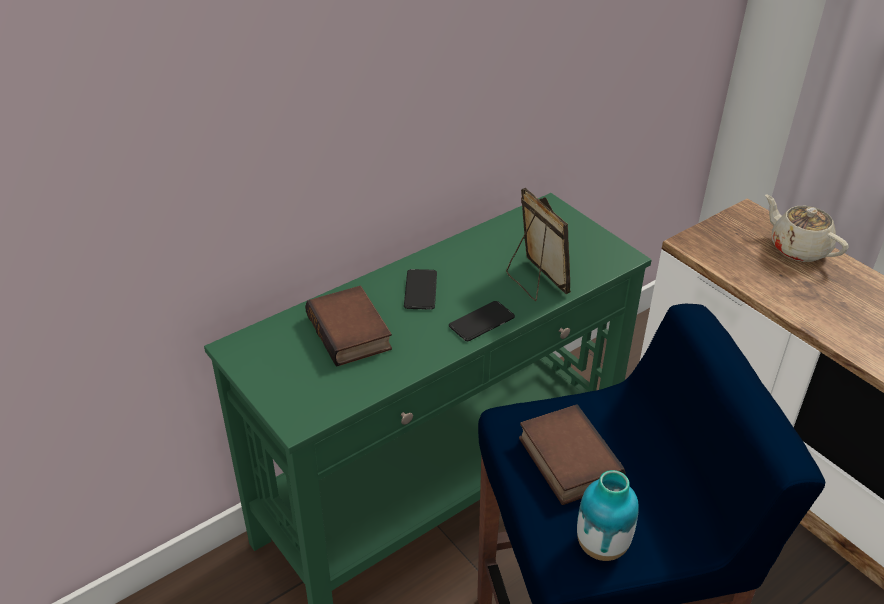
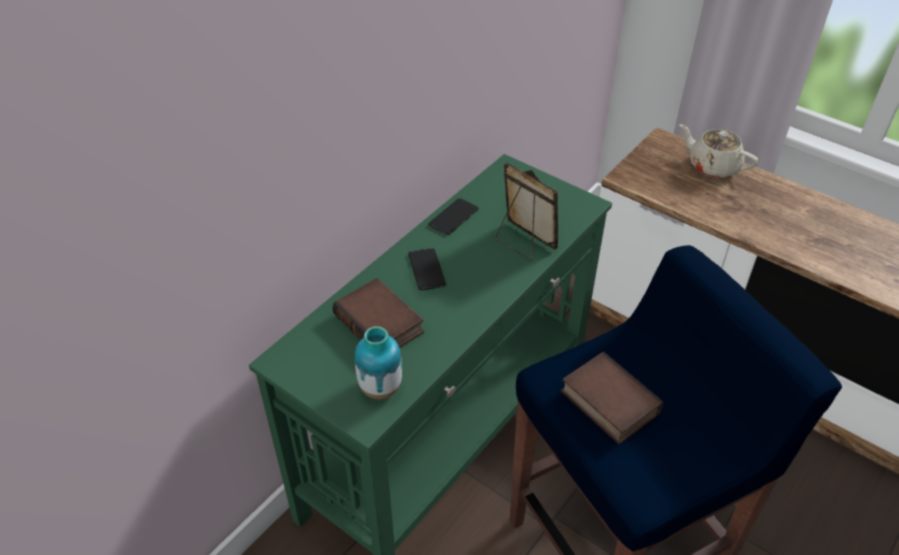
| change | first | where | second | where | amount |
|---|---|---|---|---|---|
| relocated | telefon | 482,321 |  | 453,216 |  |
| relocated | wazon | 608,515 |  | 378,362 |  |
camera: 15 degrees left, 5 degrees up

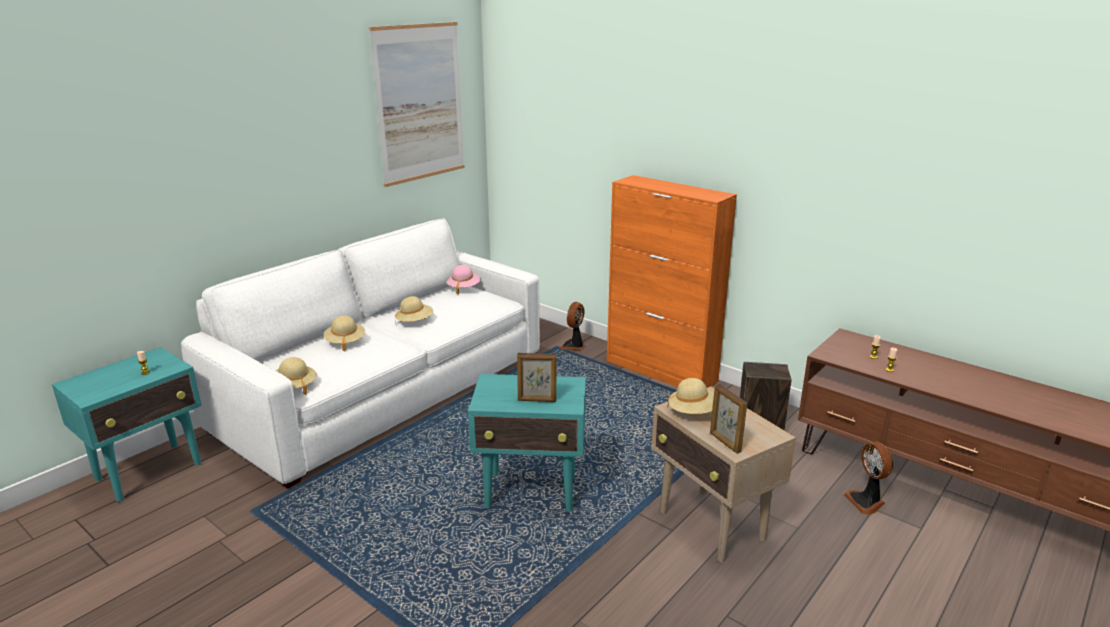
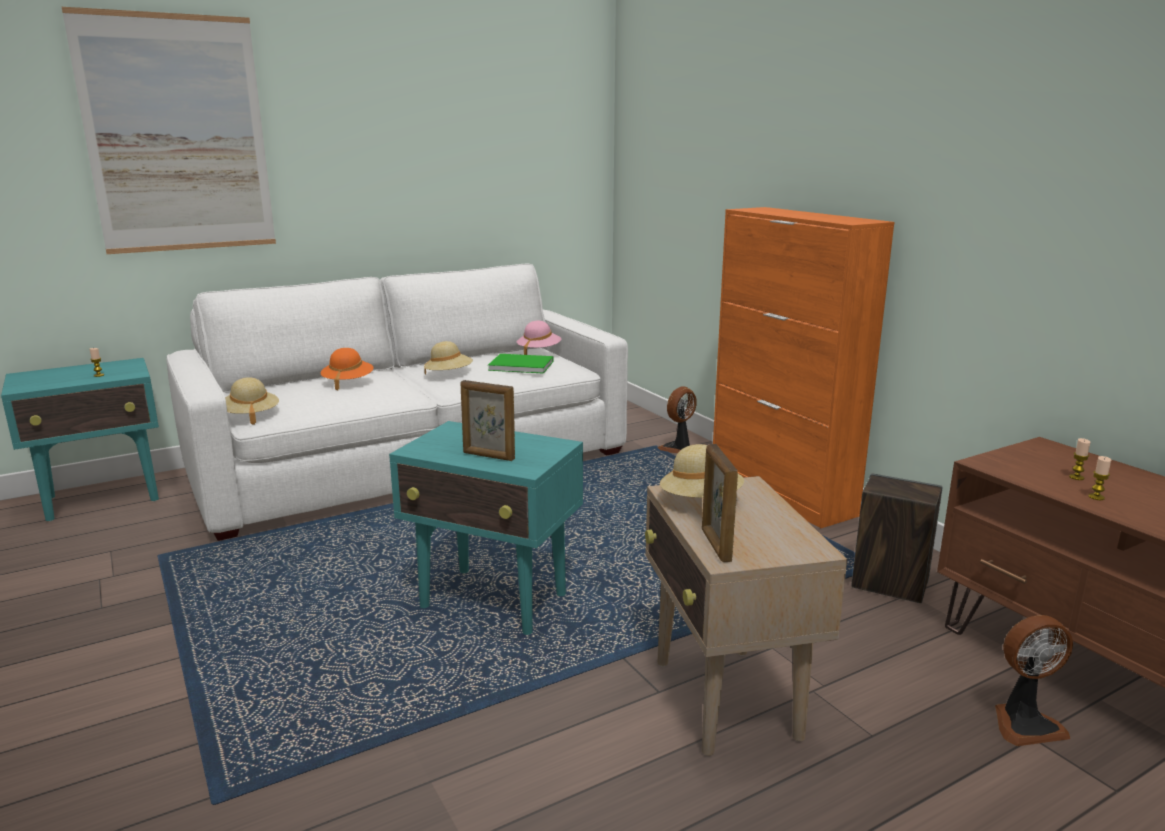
| change | first | where | second | where | amount |
|---|---|---|---|---|---|
| appeared |  |  | książka [zielony] | 521,364 |  |
| relocated | obraz | 417,104 |  | 169,130 |  |
| colour | kapelusz [beżowy] | 344,333 | kapelusz [pomarańczowy] | 347,369 |  |
| spun | wentylator | 868,478 |  | 1034,680 | 105 degrees counterclockwise |
camera: 20 degrees right, 5 degrees down

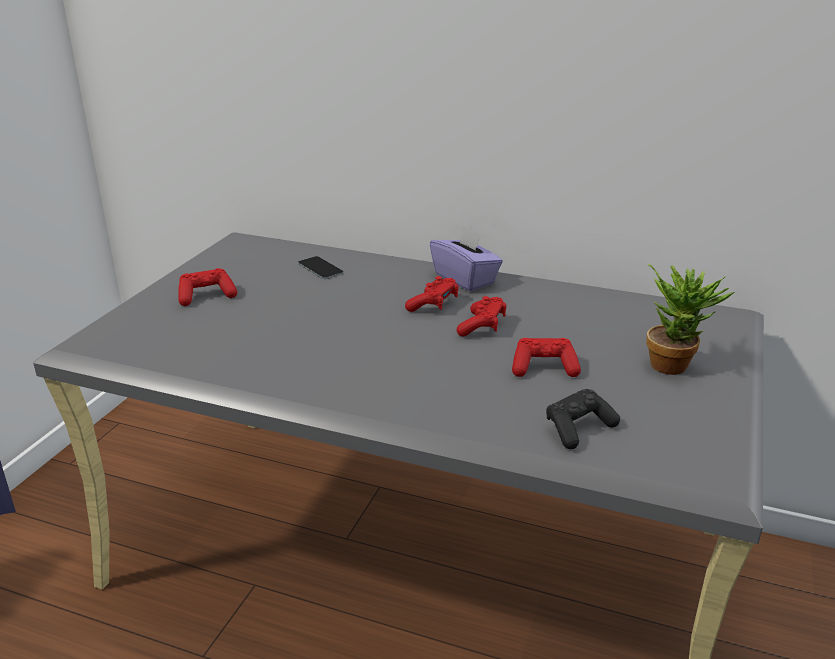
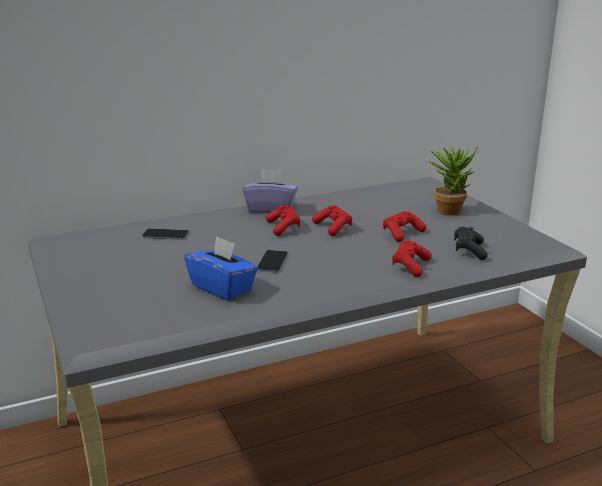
| change | first | where | second | where | amount |
|---|---|---|---|---|---|
| appeared |  |  | pudełko chusteczek [niebieski] | 221,268 |  |
| appeared |  |  | telefon | 272,261 |  |
| relocated | pad do gier [czerwony] | 207,287 |  | 412,258 |  |
camera: 45 degrees left, 5 degrees down

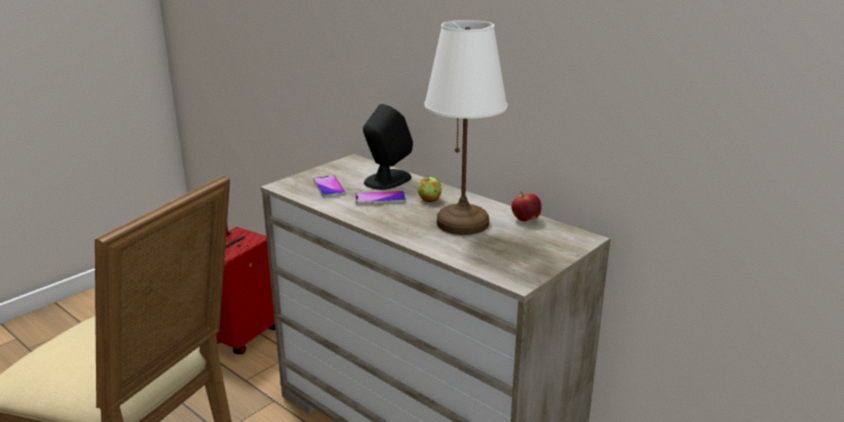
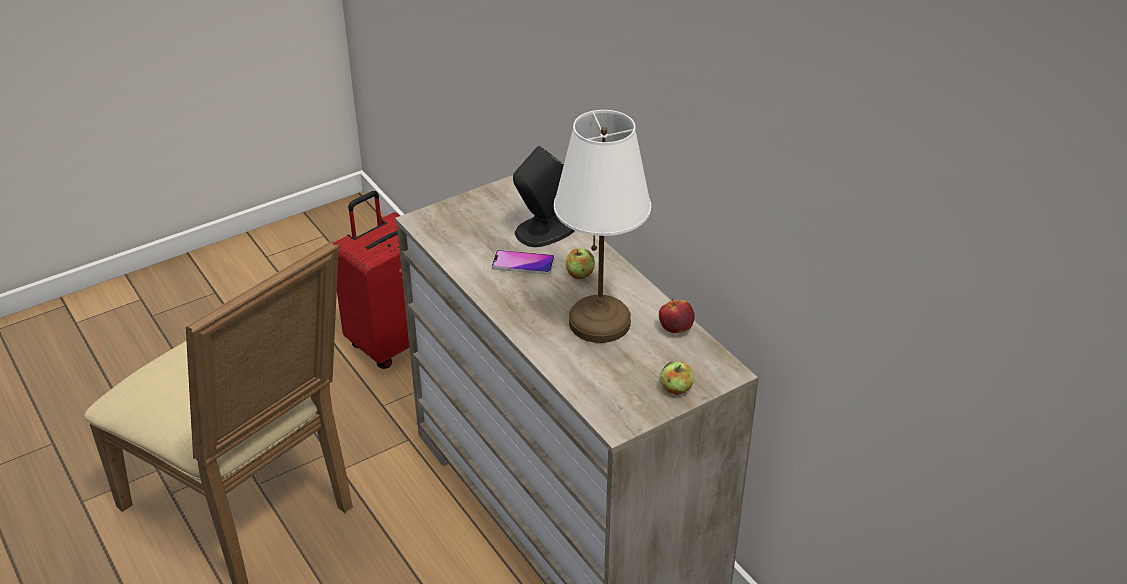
| change | first | where | second | where | amount |
|---|---|---|---|---|---|
| missing | telefon | 329,186 |  |  |  |
| appeared |  |  | jabłko | 677,378 |  |
camera: 15 degrees right, 15 degrees up

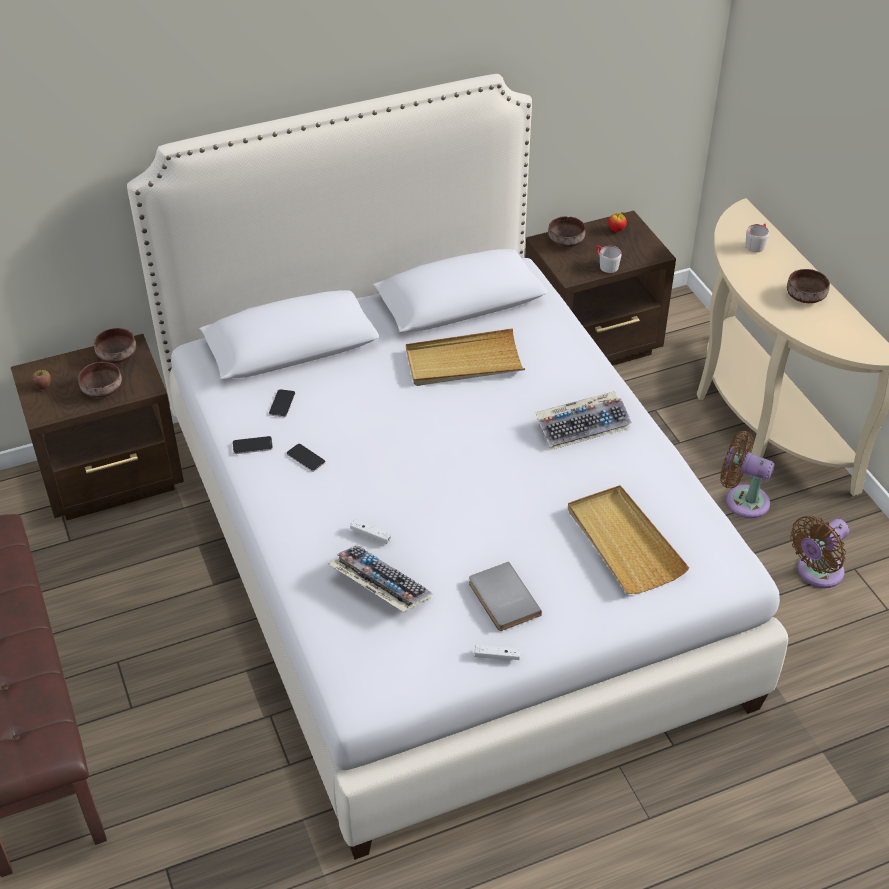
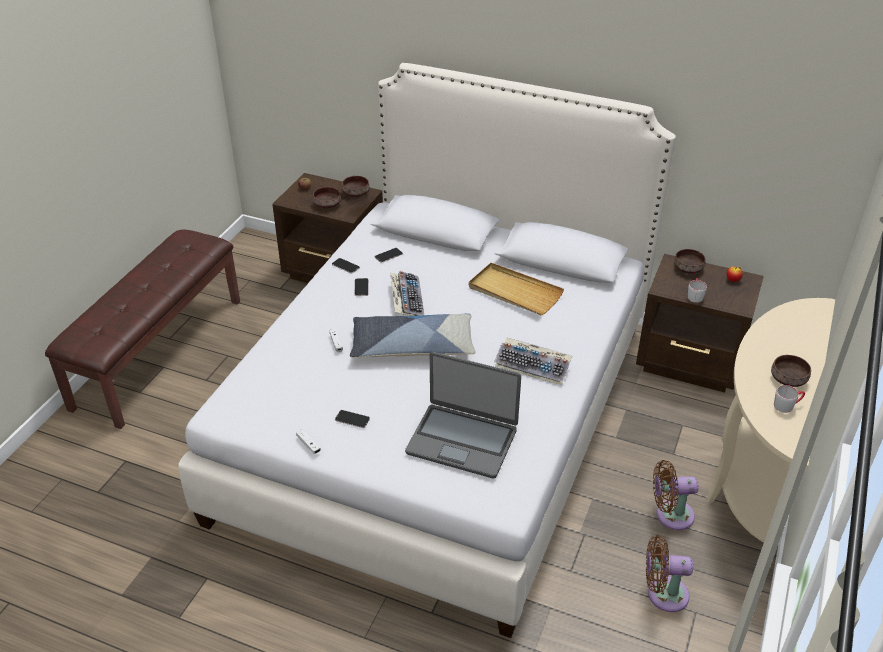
| change | first | where | second | where | amount |
|---|---|---|---|---|---|
| appeared |  |  | poduszka | 413,335 |  |
| relocated | klawiatura | 381,578 |  | 407,293 |  |
| relocated | kubek [szary] | 757,238 |  | 789,399 |  |
| exchanged | książka [szary] | 505,596 | telefon | 352,419 |  |
| exchanged | taca [beżowy] | 628,539 | laptop | 463,415 |  |
| spun | wentylator [brązowy] | 747,474 |  | 676,495 | 75 degrees counterclockwise |
camera: 45 degrees right, 5 degrees down

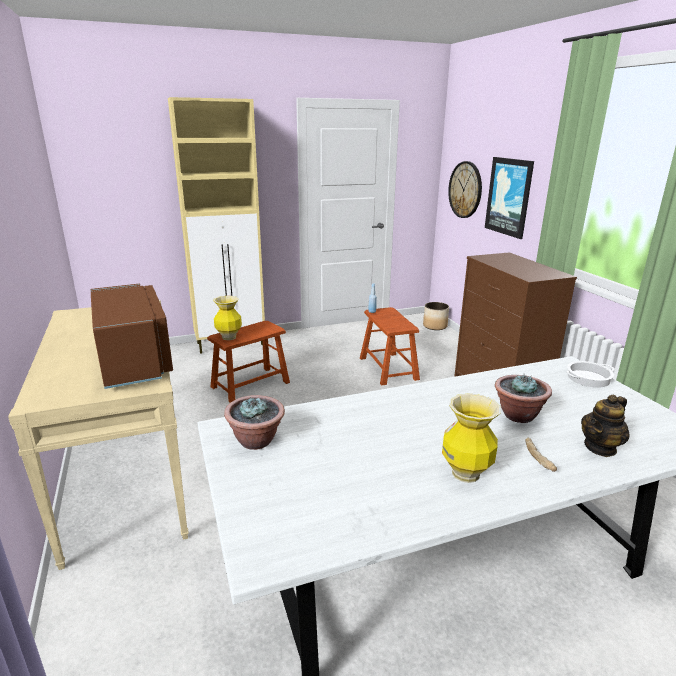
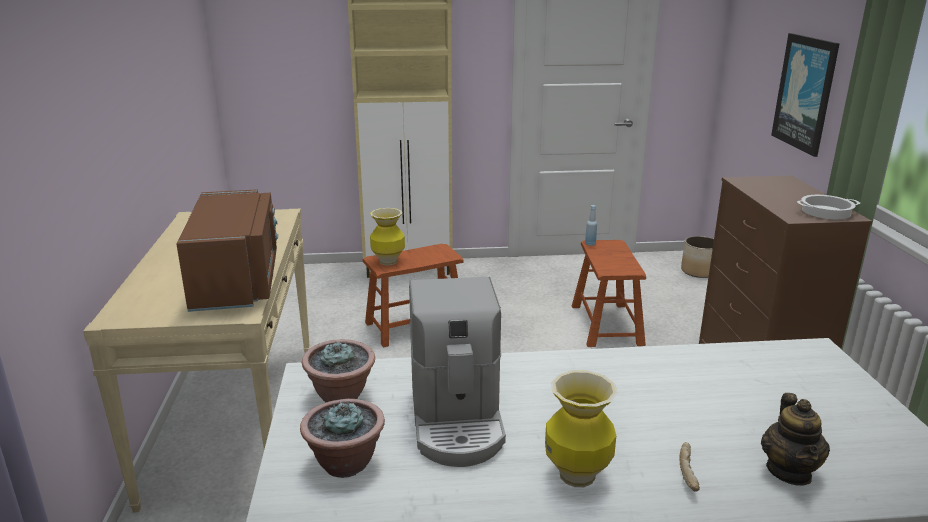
| change | first | where | second | where | amount |
|---|---|---|---|---|---|
| missing | zegar ścienny | 465,189 |  |  |  |
| appeared |  |  | ekspres do kawy | 457,372 |  |
| relocated | roślina doniczkowa | 523,398 |  | 342,438 |  |
| relocated | garnek | 590,374 |  | 828,207 |  |
| spun | imbryk | 605,425 |  | 795,439 | 60 degrees counterclockwise |
camera: 15 degrees right, 0 degrees up

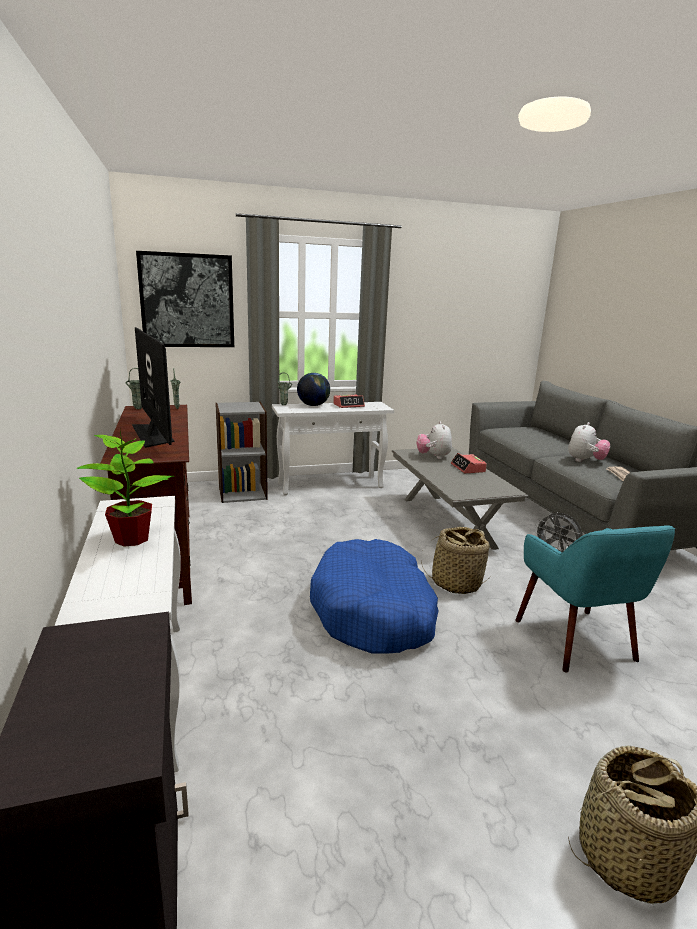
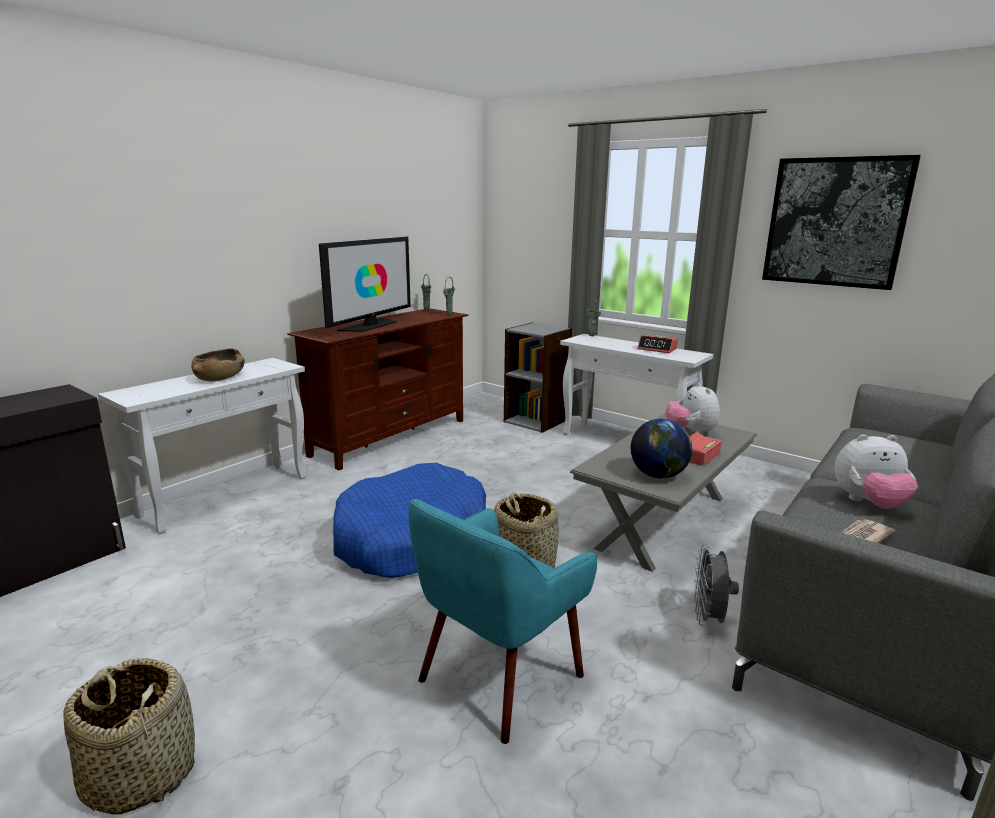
| change | first | where | second | where | amount |
|---|---|---|---|---|---|
| relocated | obraz | 185,299 |  | 841,222 |  |
| relocated | globus | 313,389 |  | 661,448 |  |
| exchanged | roślina doniczkowa | 125,486 | miska [brązowy] | 218,364 |  |
| spun | pluszak | 434,440 |  | 693,409 | 60 degrees counterclockwise |
camera: 55 degrees right, 0 degrees up

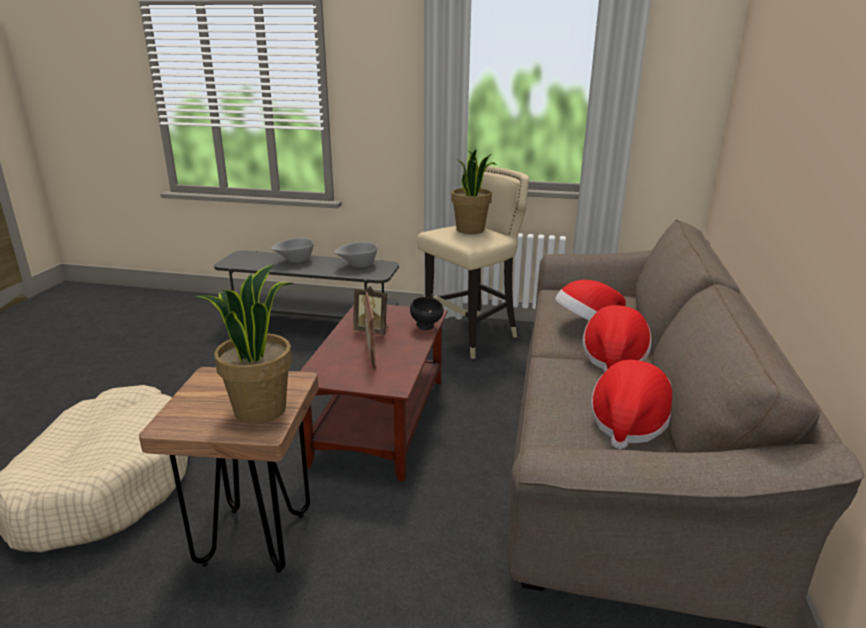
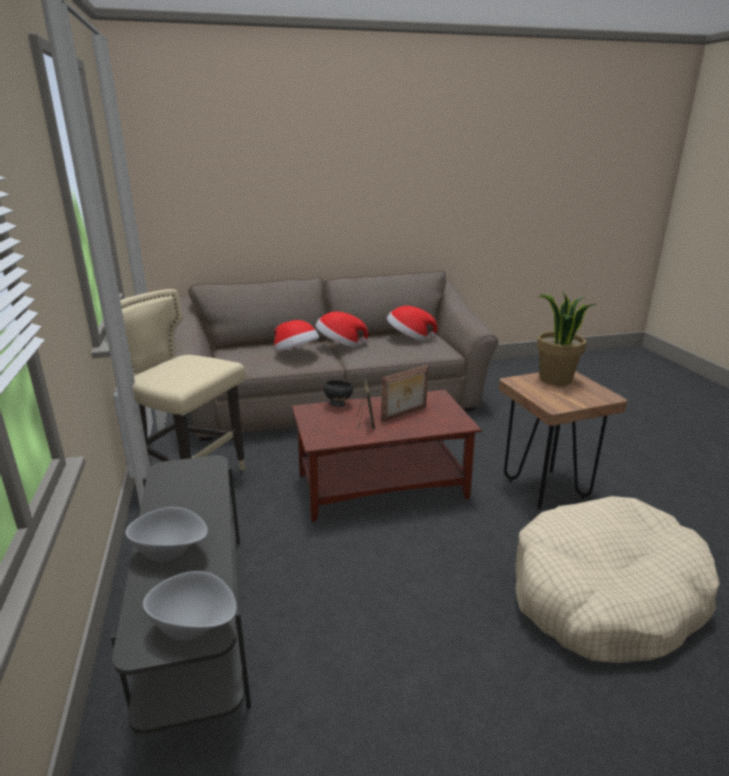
| change | first | where | second | where | amount |
|---|---|---|---|---|---|
| missing | roślina doniczkowa | 474,192 |  |  |  |
| relocated | miska [szary] | 355,255 |  | 189,606 |  |
camera: 115 degrees left, 0 degrees up

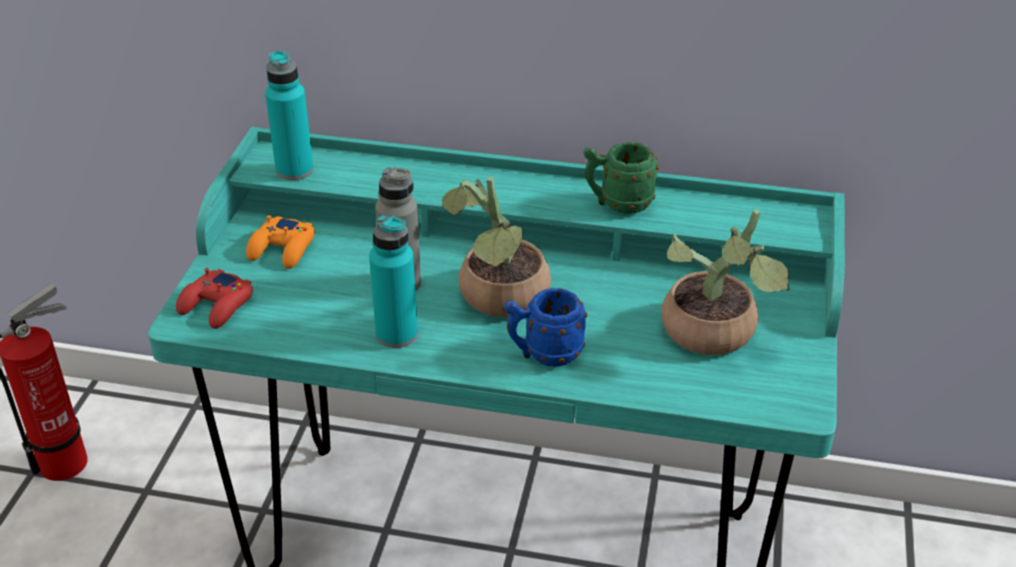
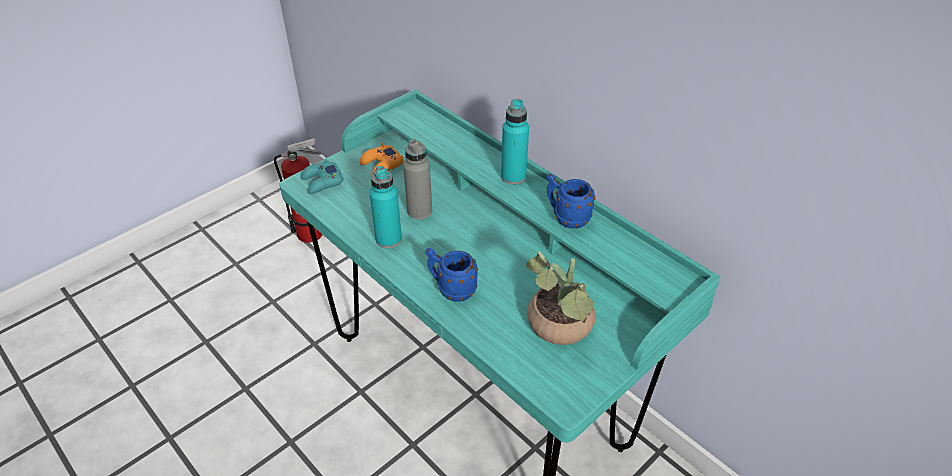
| change | first | where | second | where | amount |
|---|---|---|---|---|---|
| missing | roślina doniczkowa | 496,247 |  |  |  |
| relocated | butelka [turkusowy] | 289,115 |  | 515,141 |  |
| colour | pad do gier [czerwony] | 214,298 | pad do gier [turkusowy] | 322,176 |  |
| colour | kubek [zielony] | 621,178 | kubek [niebieski] | 571,201 |  |
camera: 35 degrees right, 5 degrees up

